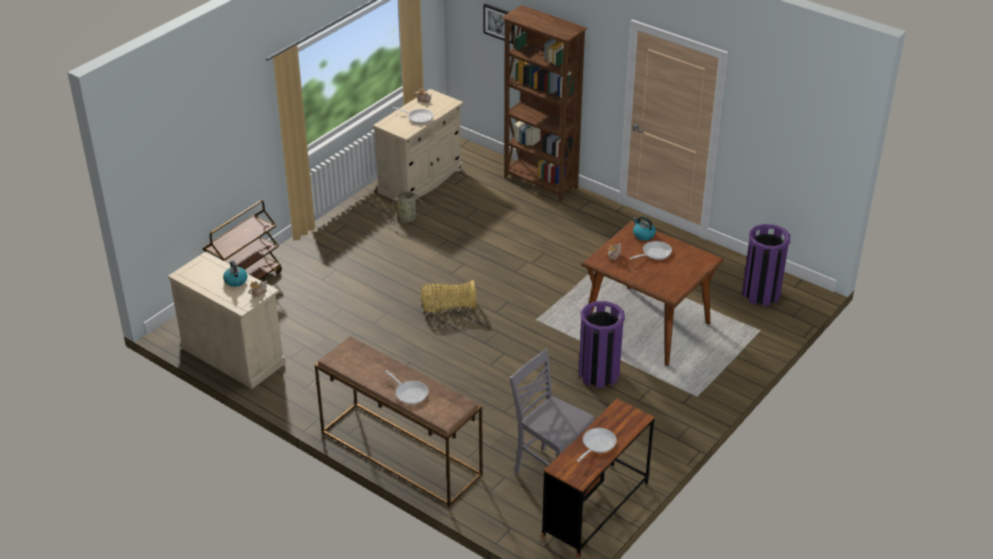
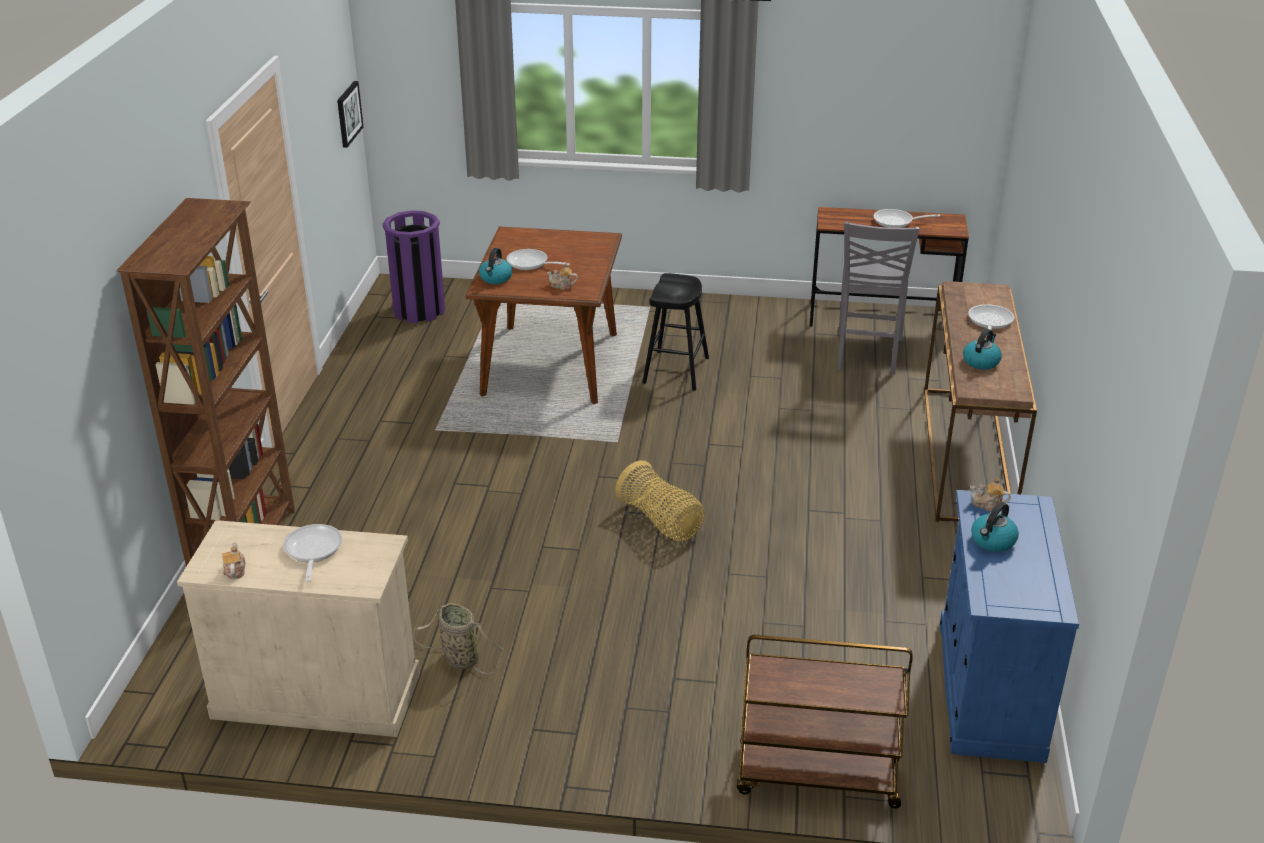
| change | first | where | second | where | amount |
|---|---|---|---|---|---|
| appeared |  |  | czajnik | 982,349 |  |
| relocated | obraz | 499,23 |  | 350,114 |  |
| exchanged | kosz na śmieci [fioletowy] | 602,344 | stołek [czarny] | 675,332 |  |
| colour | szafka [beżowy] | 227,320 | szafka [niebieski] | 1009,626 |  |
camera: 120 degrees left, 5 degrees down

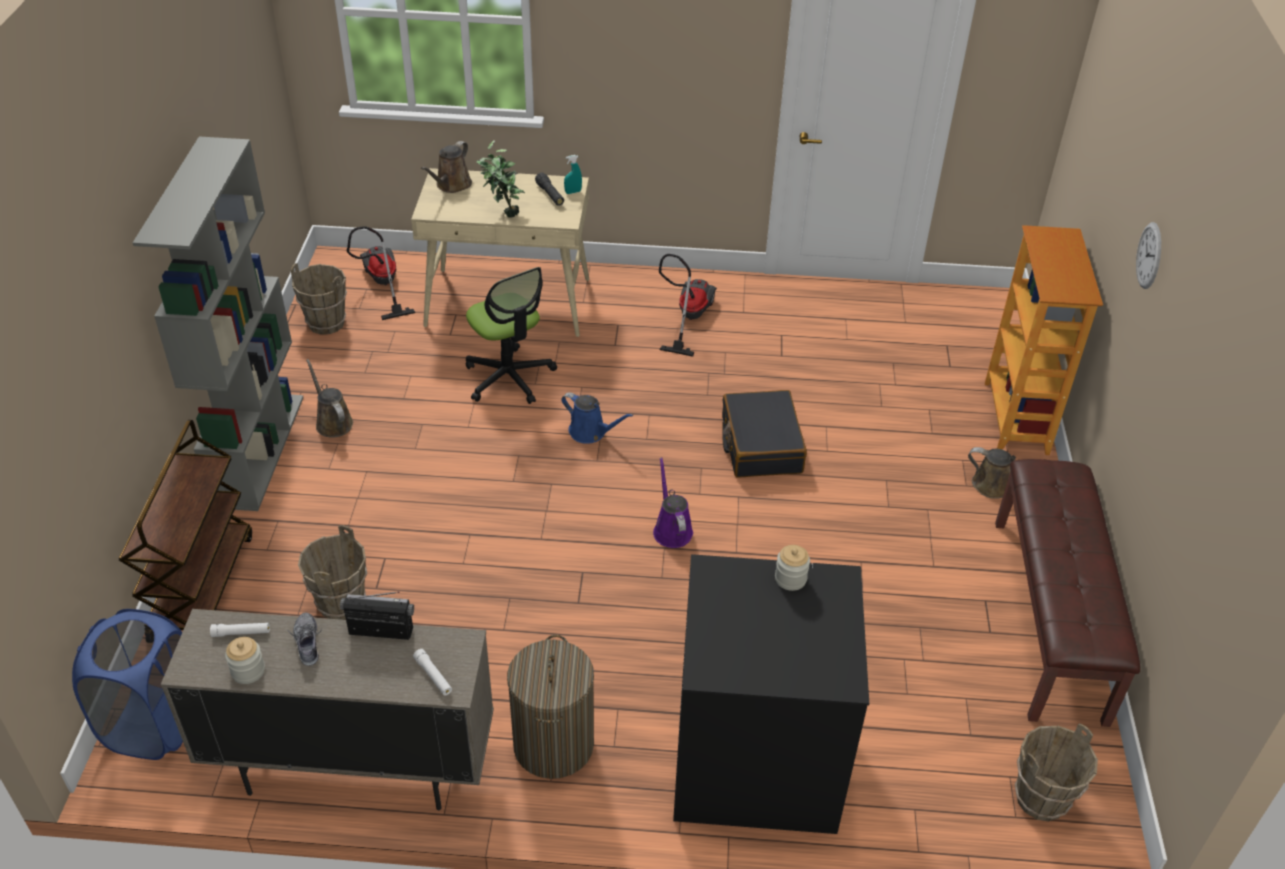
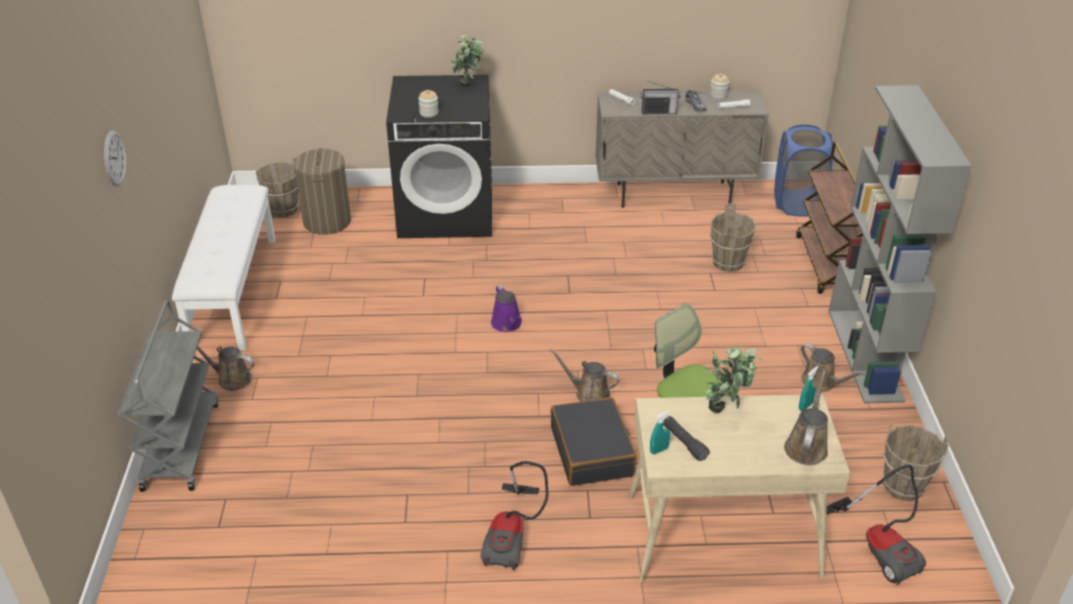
| change | first | where | second | where | amount |
|---|---|---|---|---|---|
| appeared |  |  | roślina doniczkowa | 467,61 |  |
| appeared |  |  | spryskiwacz [turkusowy] | 809,388 |  |
| relocated | kosz na pranie | 550,707 |  | 322,191 |  |
| relocated | walizka [czarny] | 764,433 |  | 594,441 |  |
| exchanged | regał | 1044,340 | wózek [szary] | 168,396 |  |
| colour | konewka [niebieski] | 597,418 | konewka [brązowy] | 584,375 |  |
| colour | ławka [brązowy] | 1067,593 | ławka [biały] | 223,267 |  |
camera: 175 degrees right, 5 degrees down

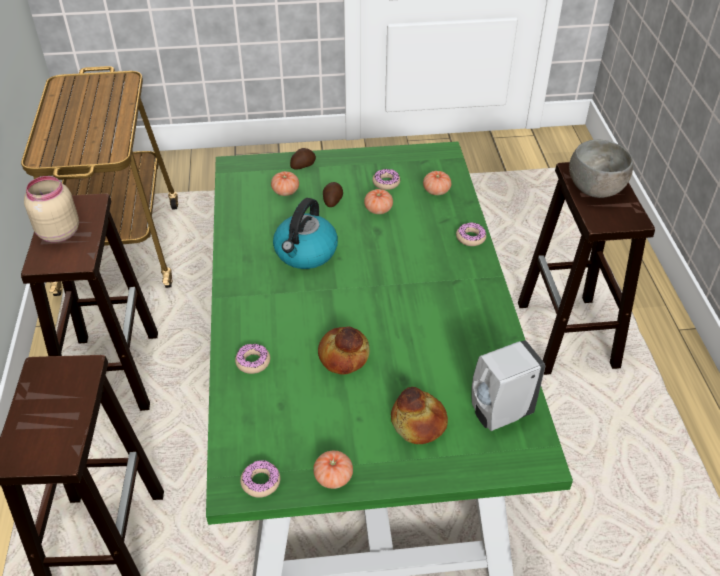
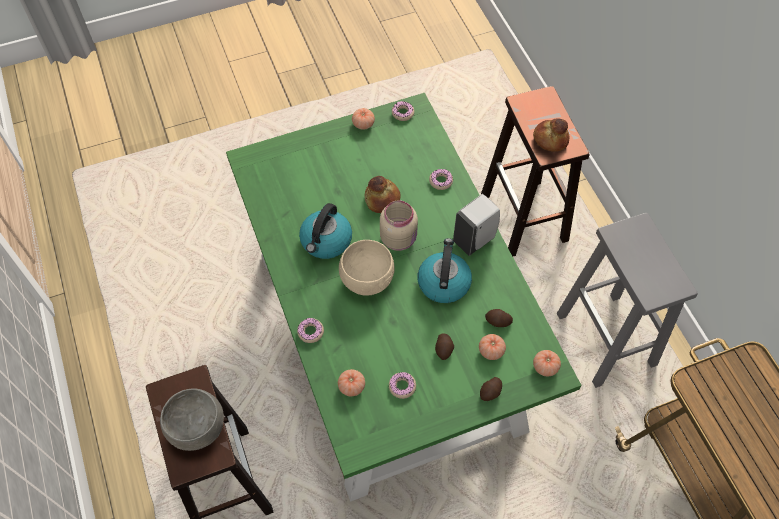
| change | first | where | second | where | amount |
|---|---|---|---|---|---|
| appeared |  |  | czajnik | 325,231 |  |
| appeared |  |  | miska [beżowy] | 367,267 |  |
| appeared |  |  | ziemniak | 499,318 |  |
| relocated | słoik [beżowy] | 51,209 |  | 399,225 |  |
| relocated | pomidor | 378,201 |  | 547,363 |  |
| relocated | chleb | 419,415 |  | 551,135 |  |
| relocated | dozownik mydła [biały] | 508,385 |  | 476,225 |  |
| colour | stołek [brązowy] | 89,302 | stołek [szary] | 627,300 |  |
camera: 165 degrees right, 15 degrees up

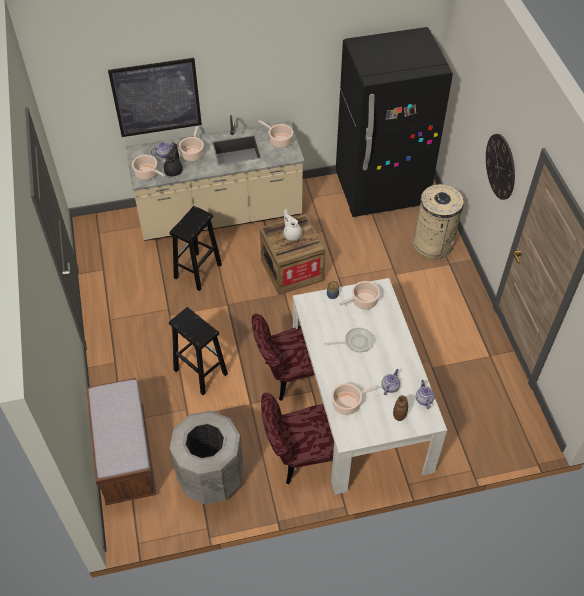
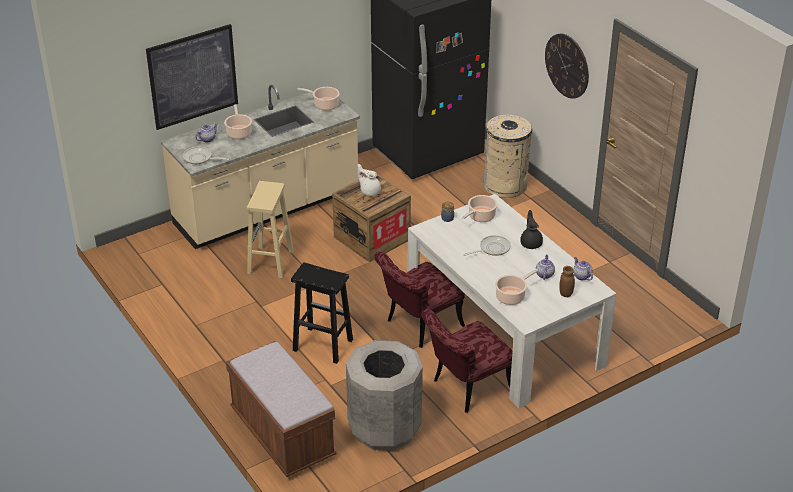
| change | first | where | second | where | amount |
|---|---|---|---|---|---|
| relocated | imbryk [czarny] | 173,159 |  | 531,229 |  |
| exchanged | garnek | 149,167 | patelnia | 206,155 |  |
| colour | stołek [czarny] | 196,248 | stołek [beżowy] | 270,229 |  |
camera: 20 degrees left, 15 degrees down

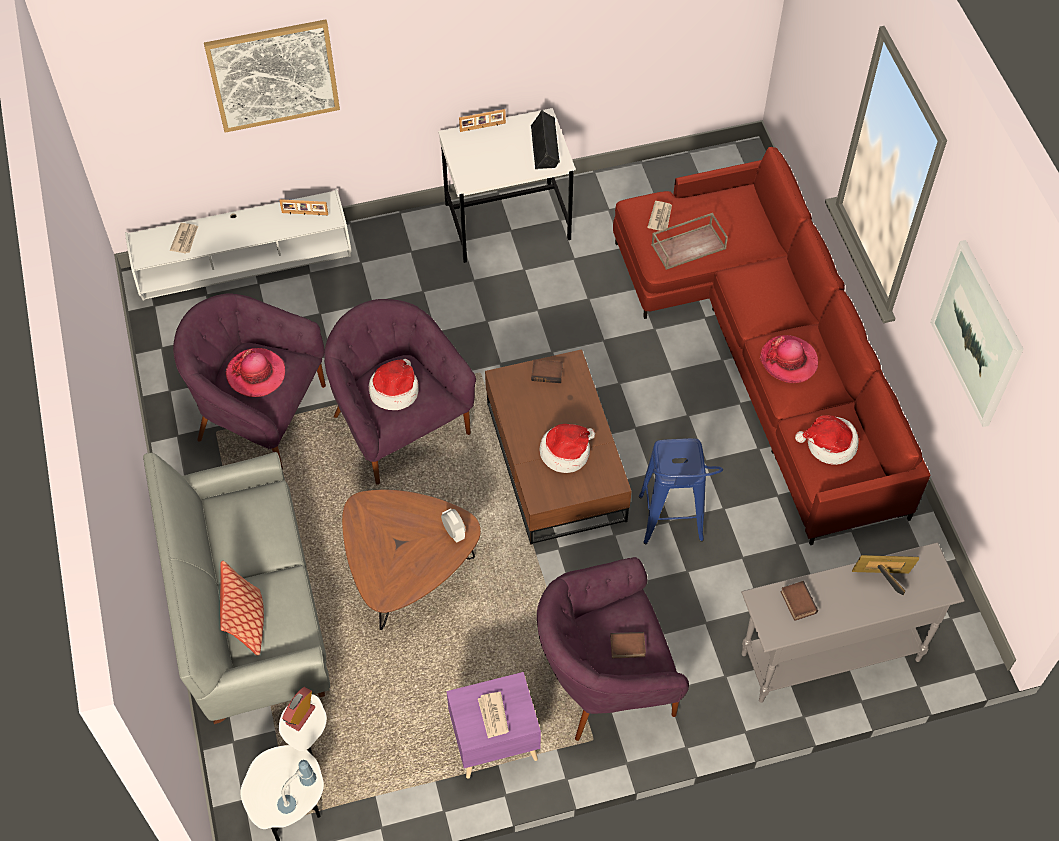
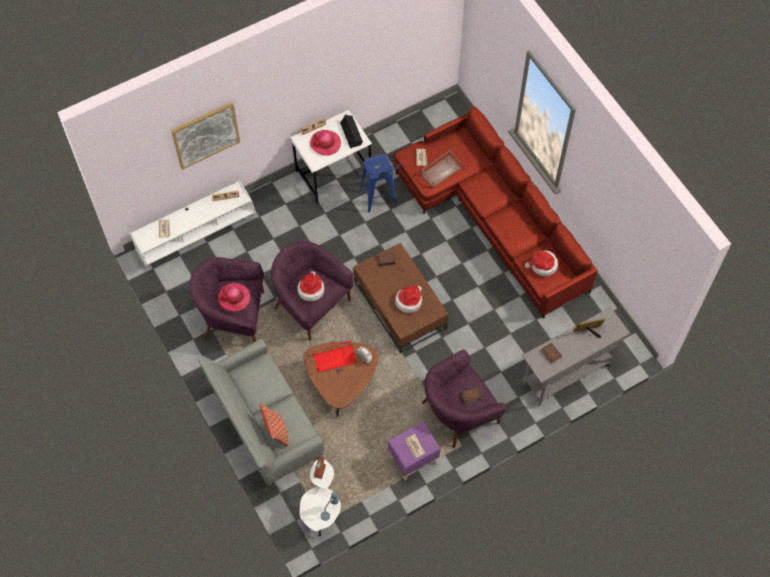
| change | first | where | second | where | amount |
|---|---|---|---|---|---|
| missing | obraz | 977,333 |  |  |  |
| appeared |  |  | taca [czerwony] | 334,357 |  |
| relocated | stołek [niebieski] | 681,491 |  | 380,183 |  |
| relocated | kapelusz | 789,359 |  | 325,143 |  |
camera: 15 degrees left, 5 degrees up

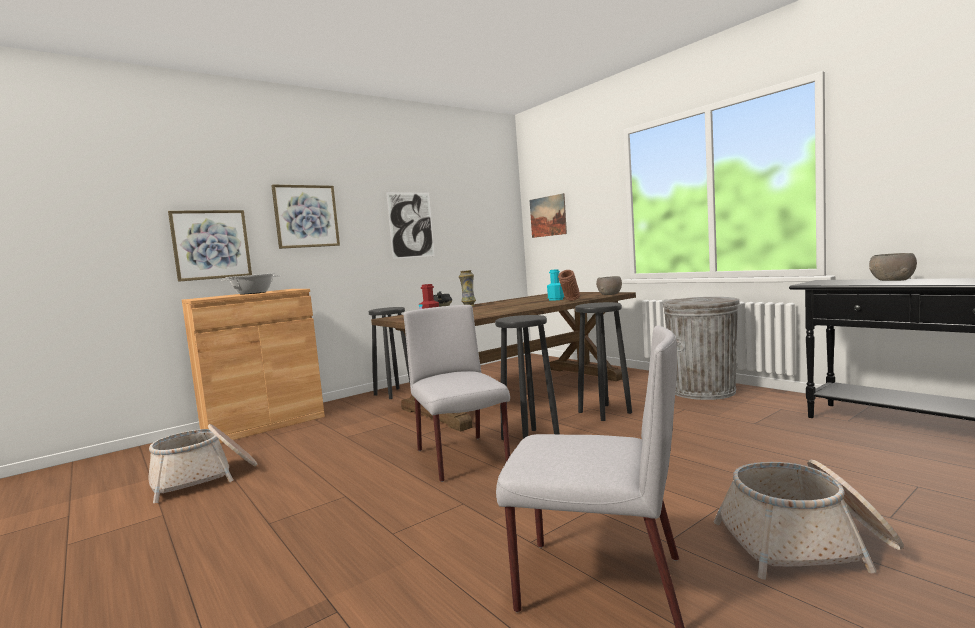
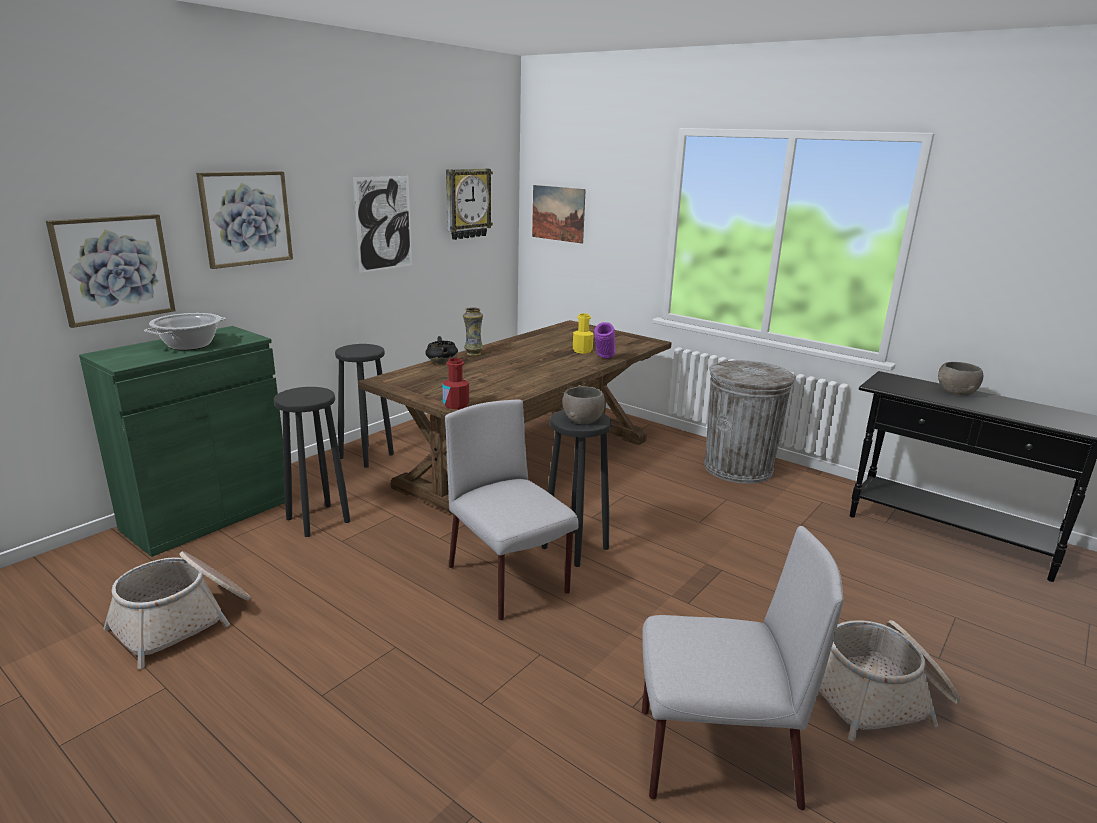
| change | first | where | second | where | amount |
|---|---|---|---|---|---|
| appeared |  |  | zegar ścienny | 469,204 |  |
| relocated | stołek [czarny] | 603,361 |  | 312,462 |  |
| relocated | miska [szary] | 609,285 |  | 583,405 |  |
| colour | szafka [brązowy] | 253,366 | szafka [zielony] | 182,441 |  |
| colour | butelka [turkusowy] | 555,285 | butelka [żółty] | 583,333 |  |
| colour | wazon [brązowy] | 569,285 | wazon [fioletowy] | 605,340 |  |
camera: 15 degrees left, 15 degrees up

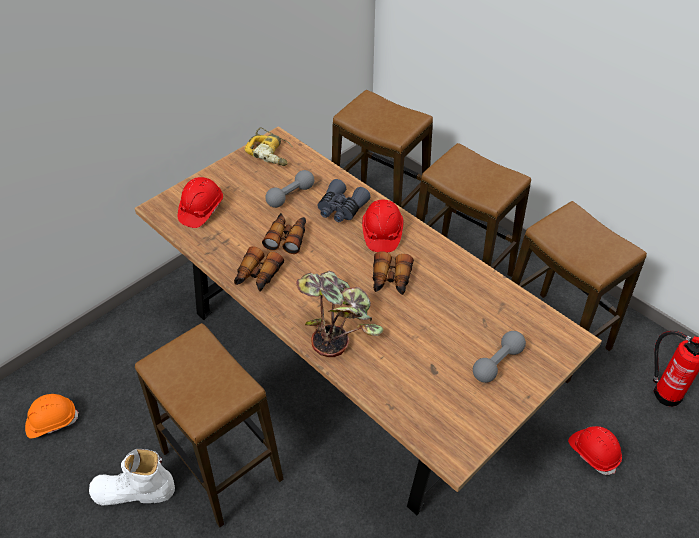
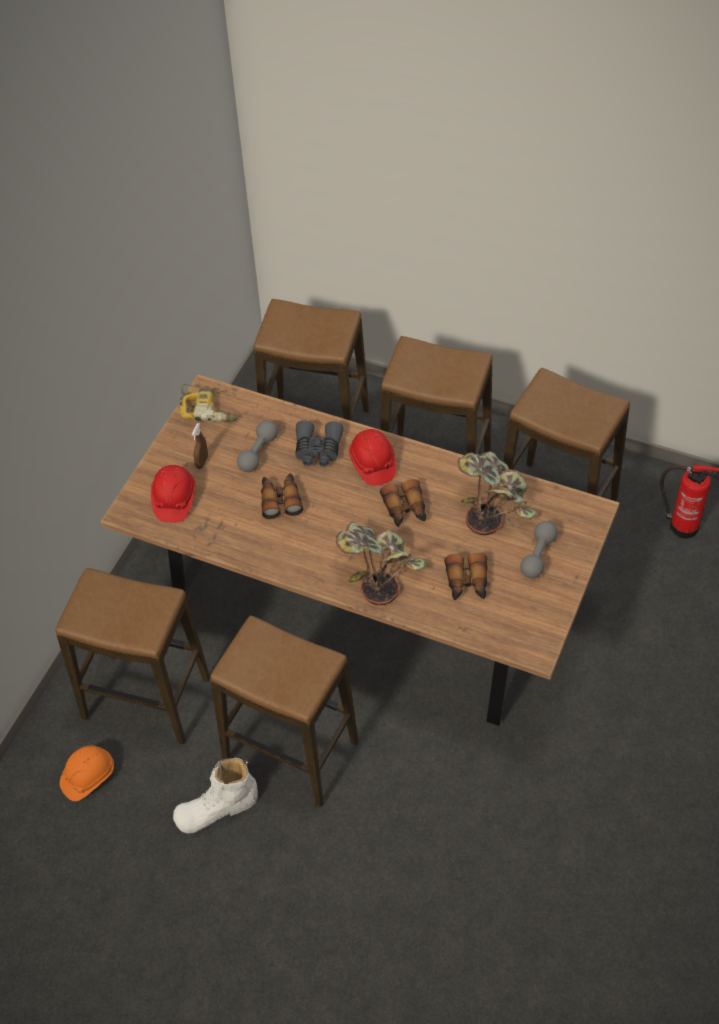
| change | first | where | second | where | amount |
|---|---|---|---|---|---|
| missing | kask [czerwony] | 595,450 |  |  |  |
| appeared |  |  | stołek | 132,656 |  |
| appeared |  |  | spryskiwacz [brązowy] | 200,446 |  |
| appeared |  |  | roślina doniczkowa | 497,493 |  |
| relocated | lornetka | 259,269 |  | 466,576 |  |
camera: 20 degrees left, 5 degrees up

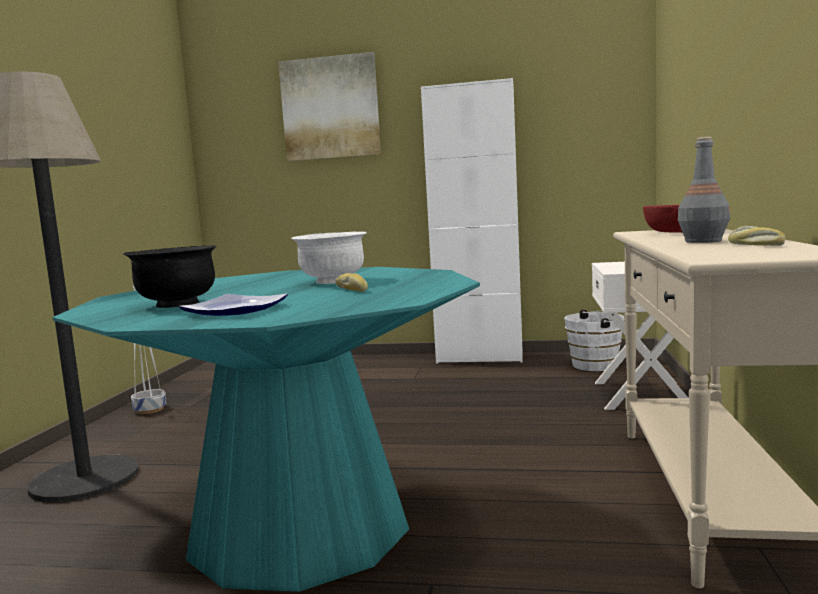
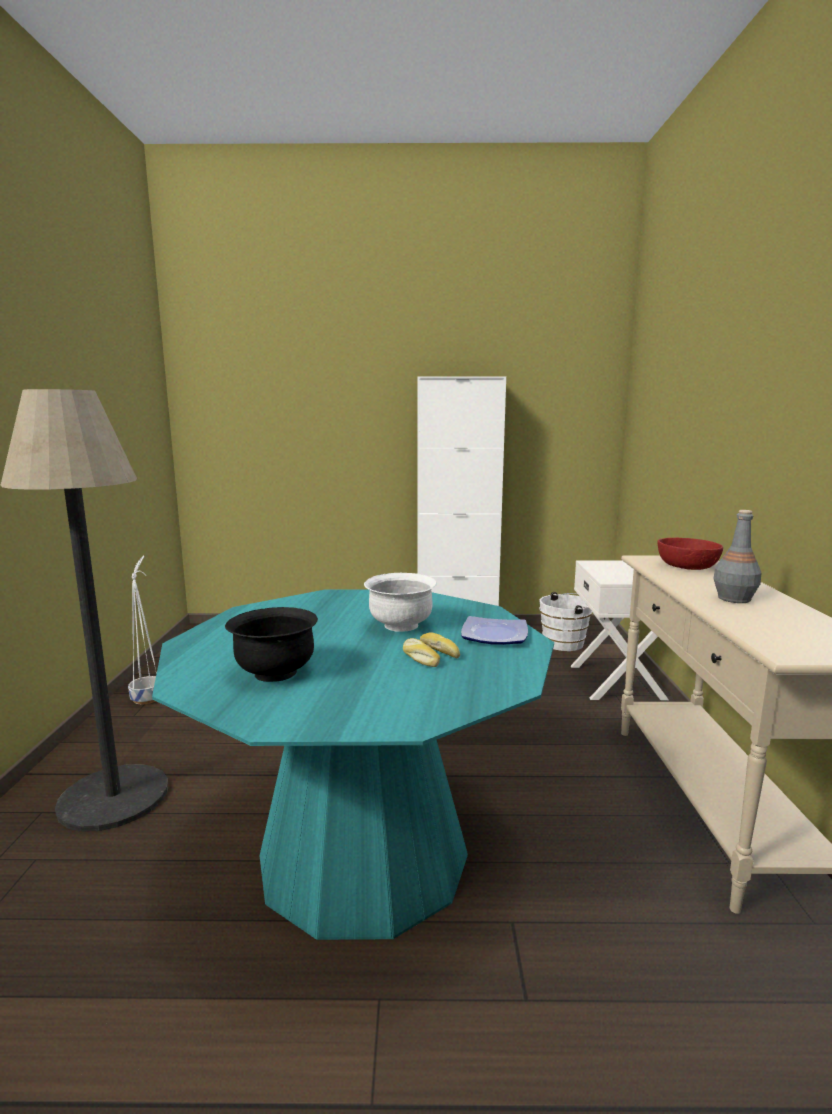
| change | first | where | second | where | amount |
|---|---|---|---|---|---|
| missing | obraz | 329,106 |  |  |  |
| relocated | talerz | 233,305 |  | 494,630 |  |
| relocated | chleb | 756,236 |  | 421,652 |  |
camera: 10 degrees left, 5 degrees up

